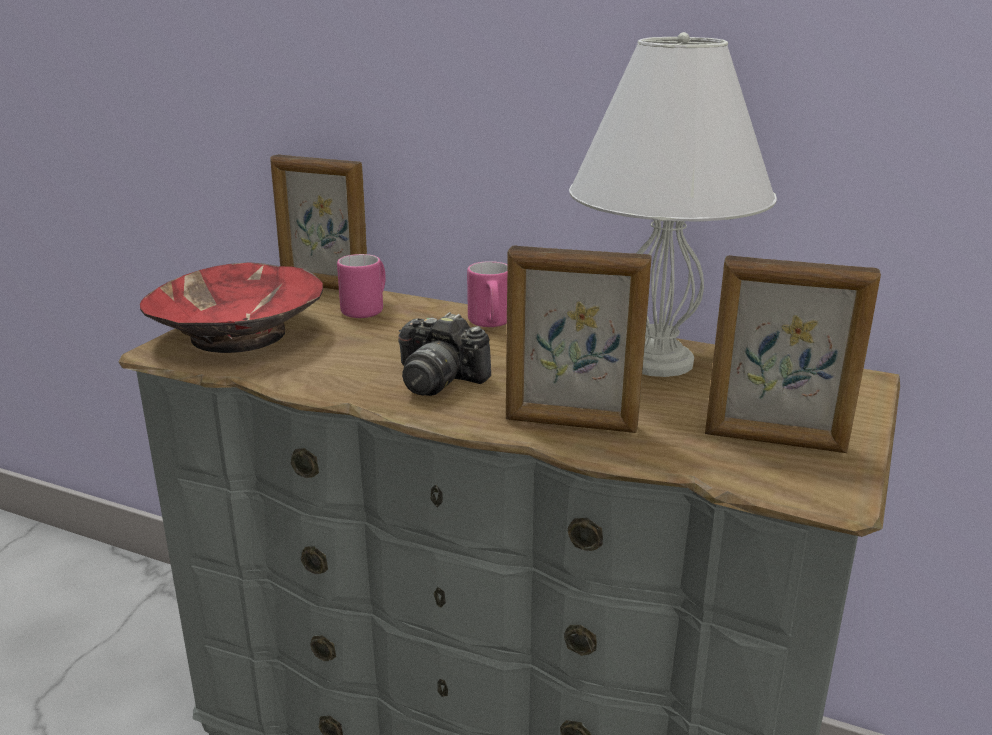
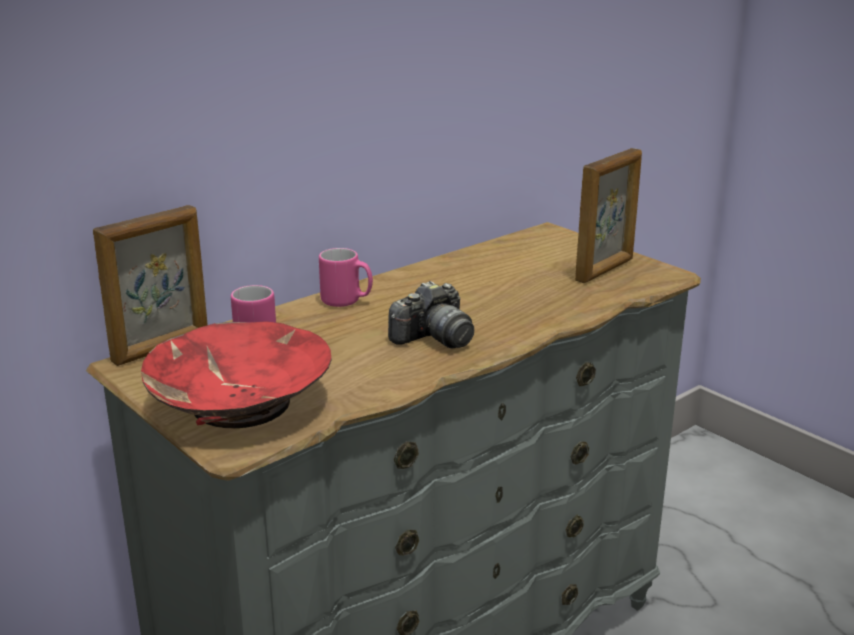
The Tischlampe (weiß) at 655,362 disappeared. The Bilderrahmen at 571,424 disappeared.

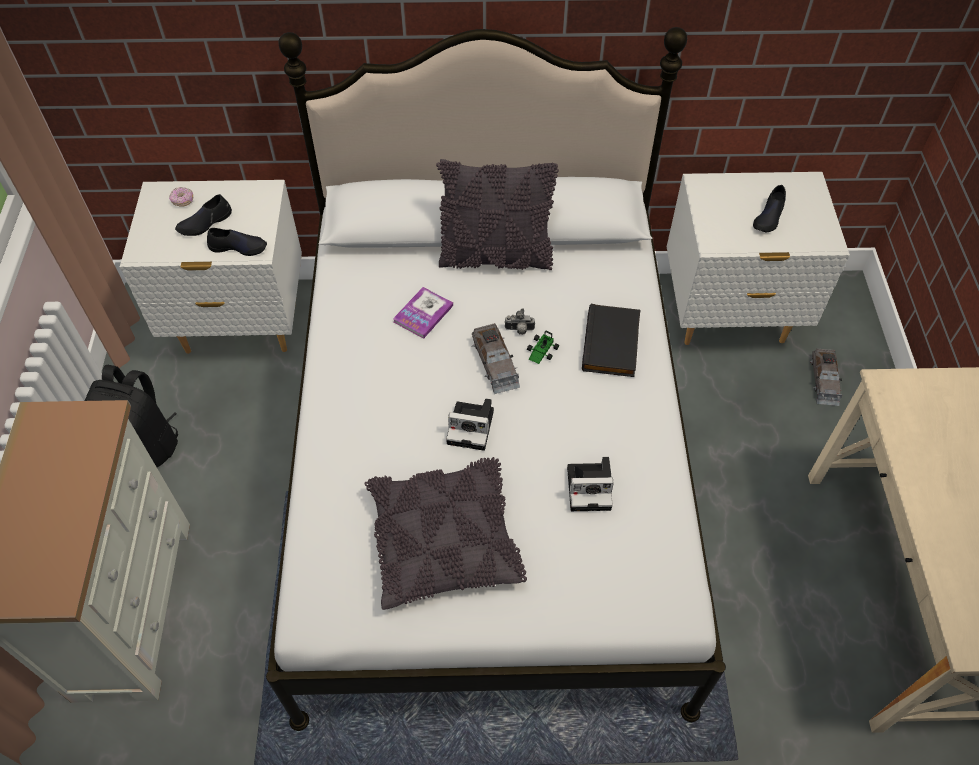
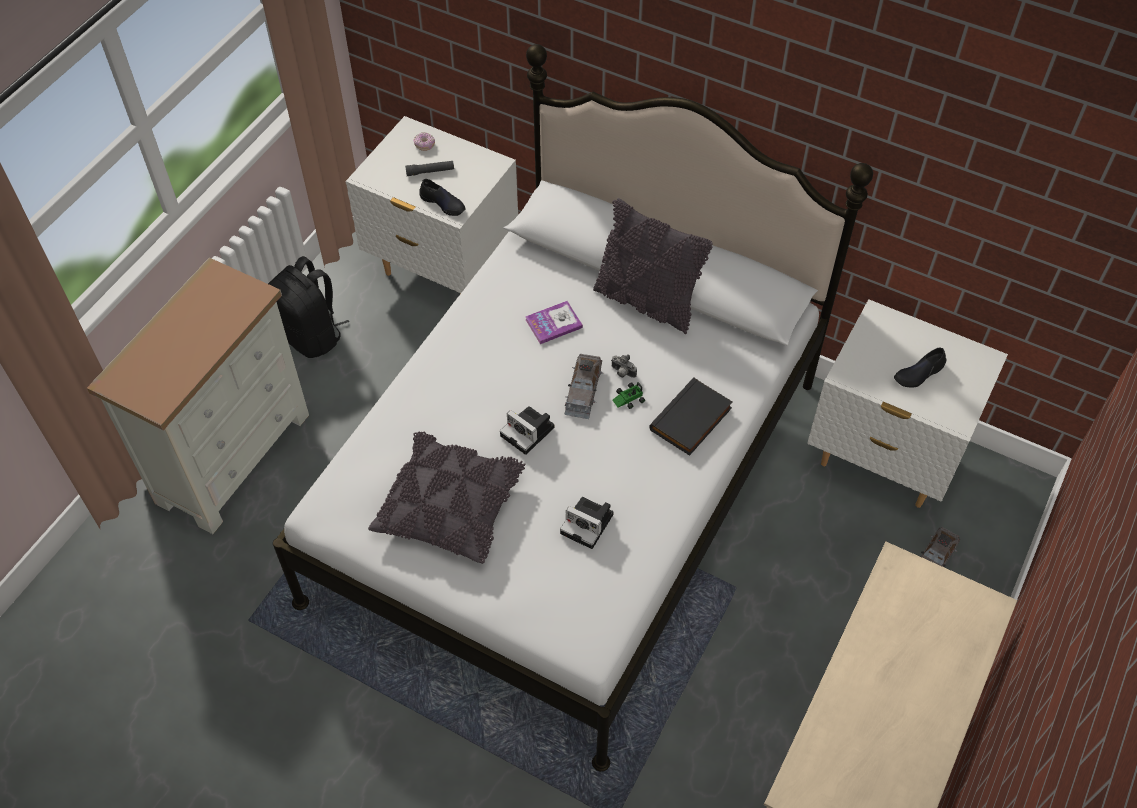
The Schuh (schwarz) at 205,223 was replaced by the Taschenlampe (schwarz) at 430,171.

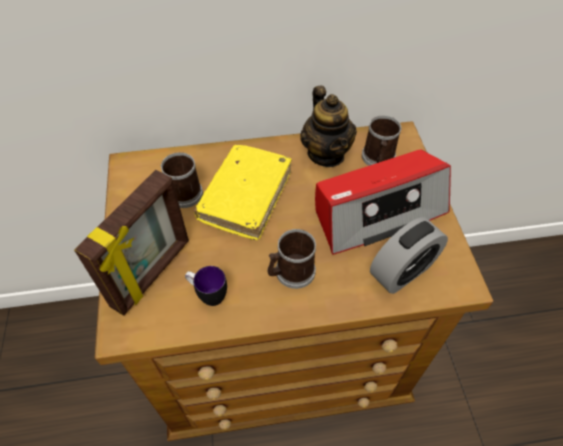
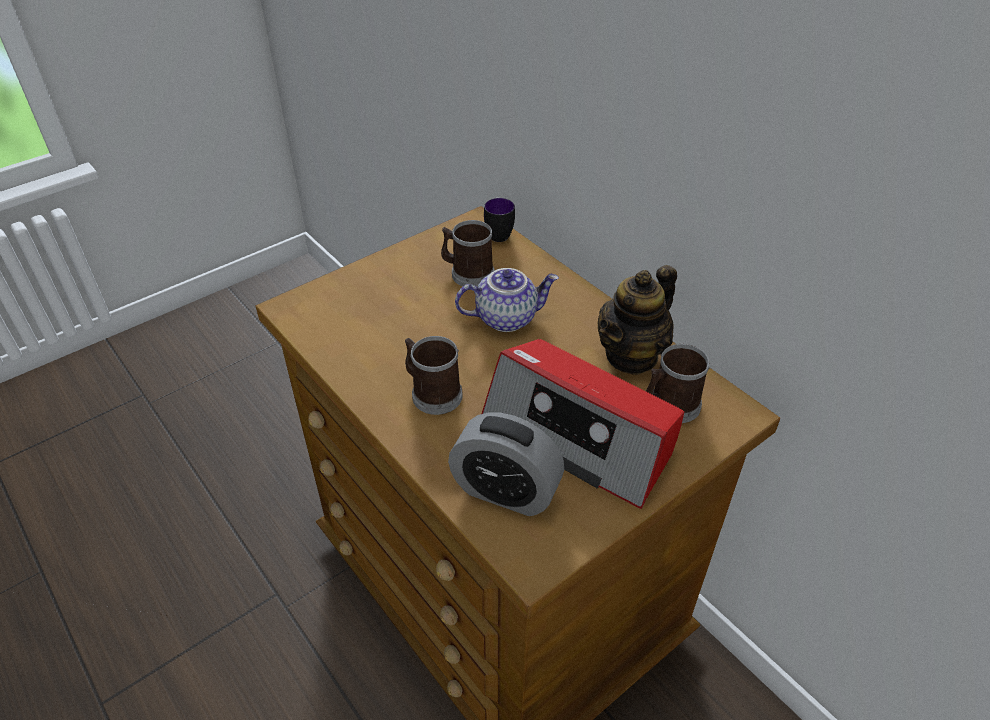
The Buch (gelb) at 246,197 was replaced by the Teekanne at 506,317. The Bilderrahmen at 152,274 disappeared. The Henkelbecher moved from 208,295 to 498,233.

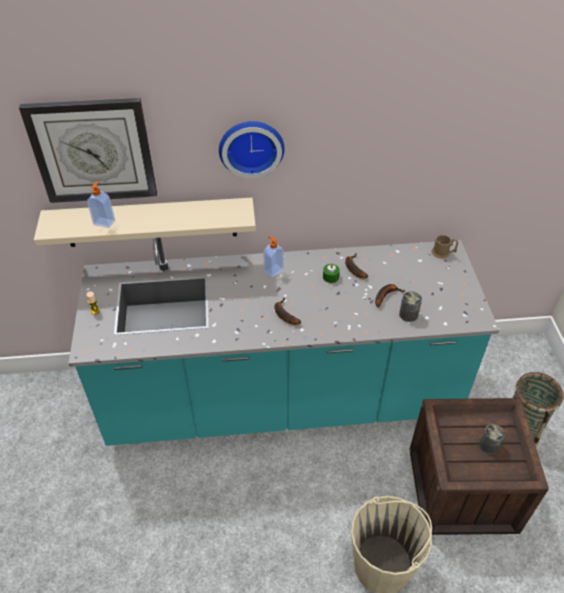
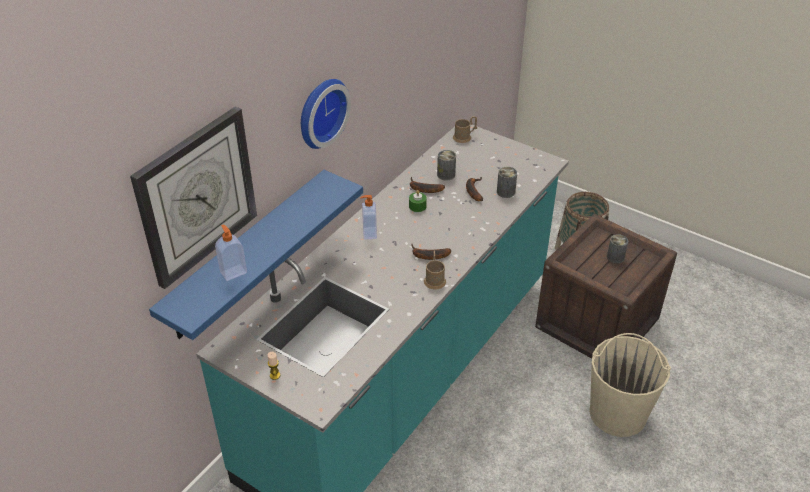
The Wandregal (beige) at 151,222 became the Wandregal (blau) at 247,255. The Dose at 446,174 appeared. The Henkelbecher (braun) at 434,279 appeared.

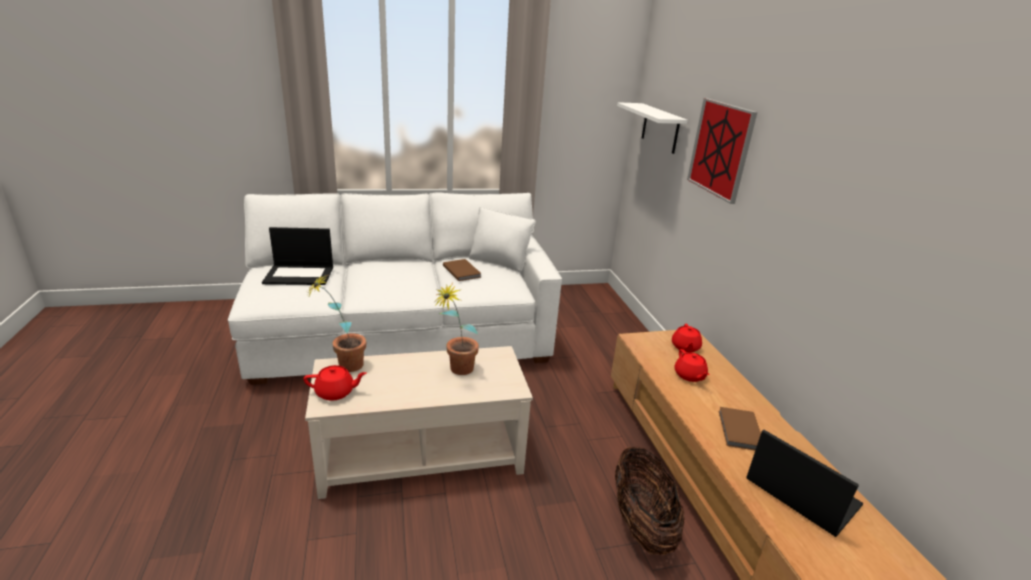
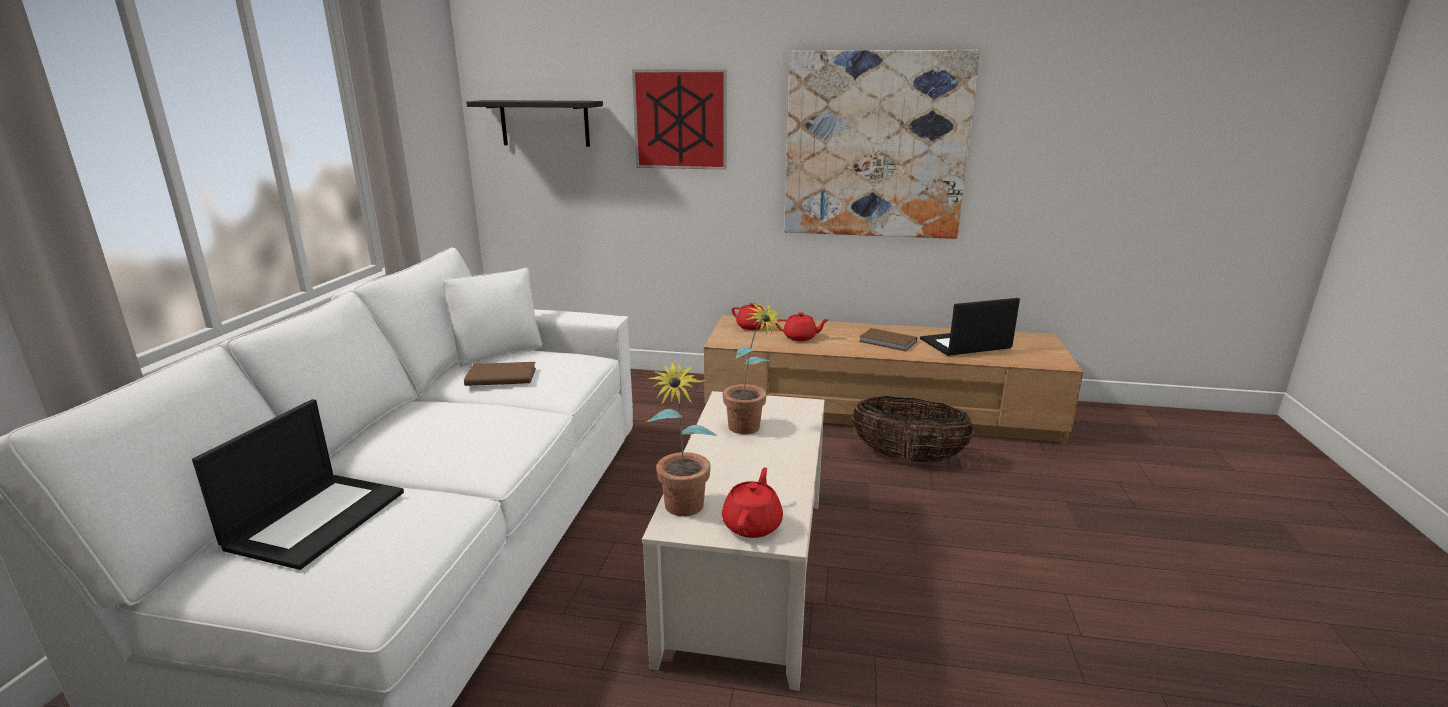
The Wandregal (weiß) at 660,128 became the Wandregal (schwarz) at 544,123. The Bild at 875,146 appeared.

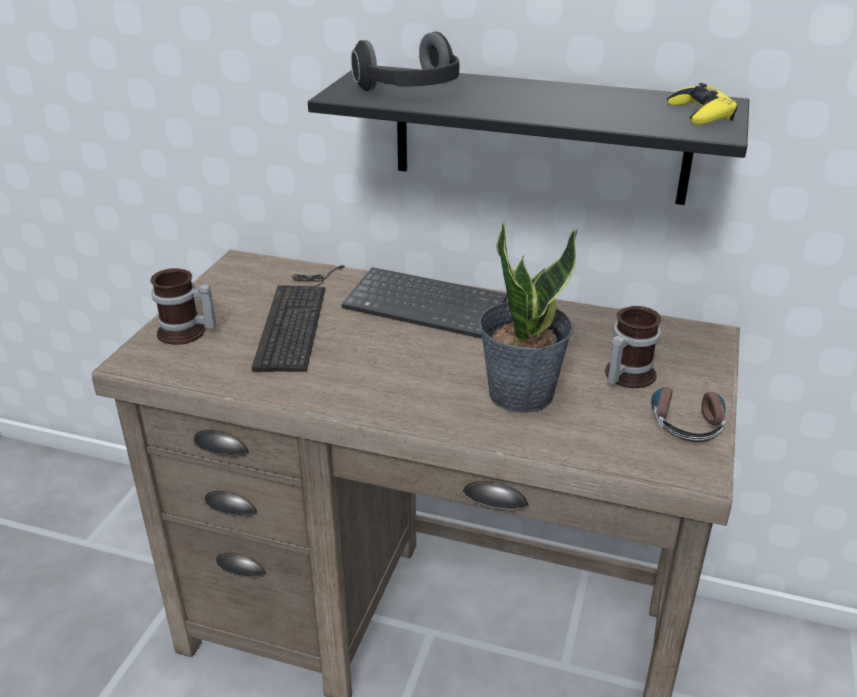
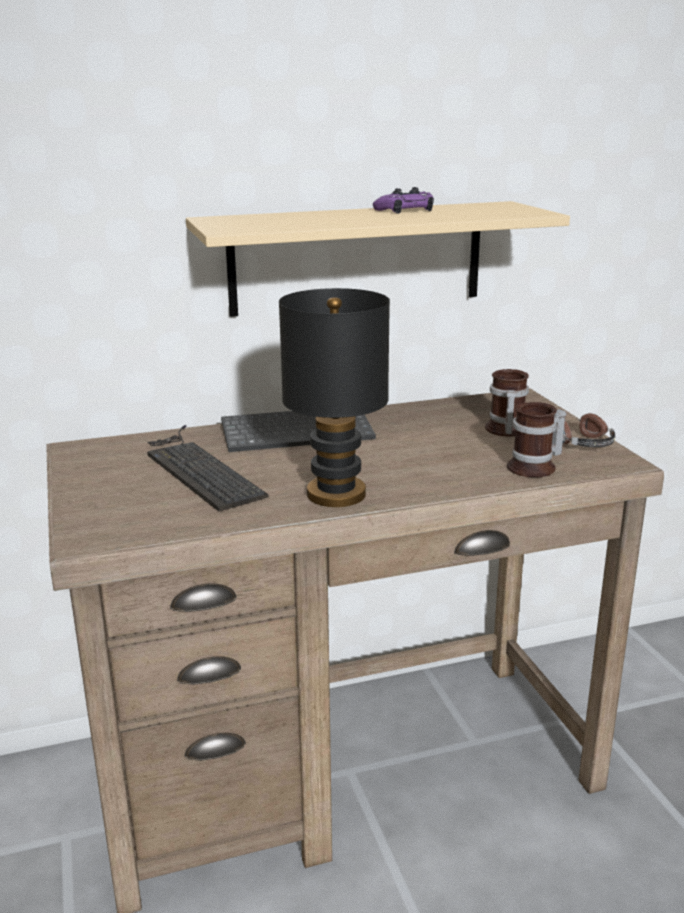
The Kopfhörer at 412,91 disappeared. The Wandregal (schwarz) at 539,134 became the Wandregal (beige) at 357,258. The Gamepad (gelb) at 700,114 disappeared. The Topfpflanze at 520,393 disappeared. The Henkelbecher moved from 185,333 to 536,467. The Gamepad (lila) at 405,210 appeared. The Tischlampe (schwarz) at 334,494 appeared.

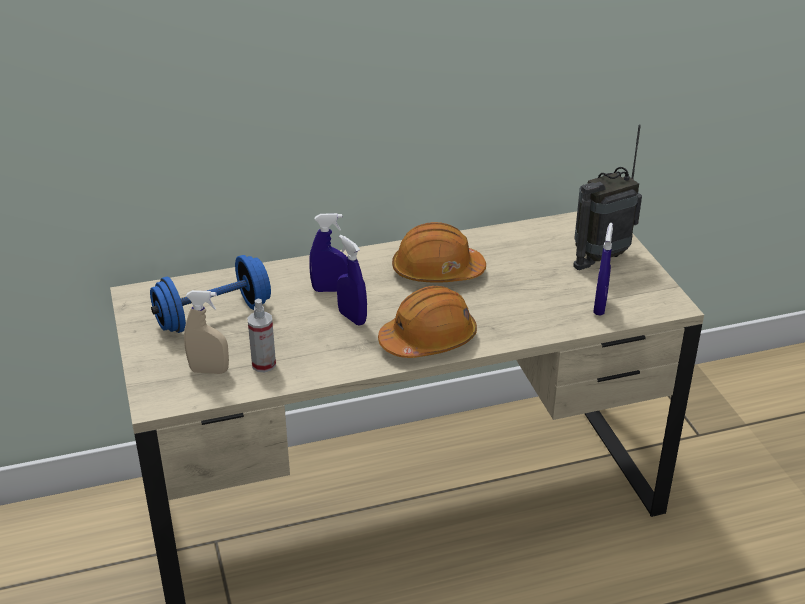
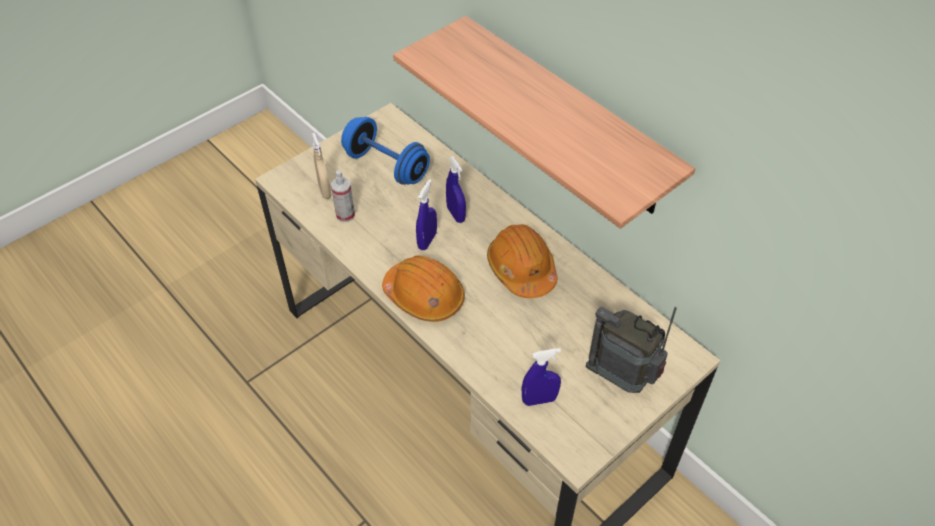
The Wandregal at 567,117 appeared.

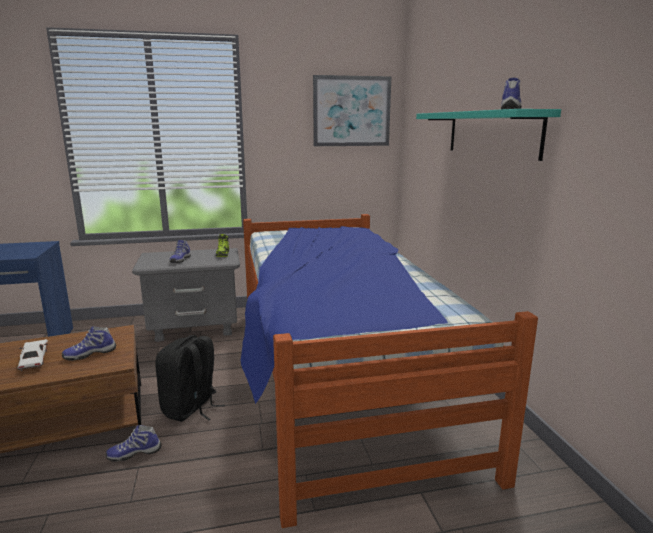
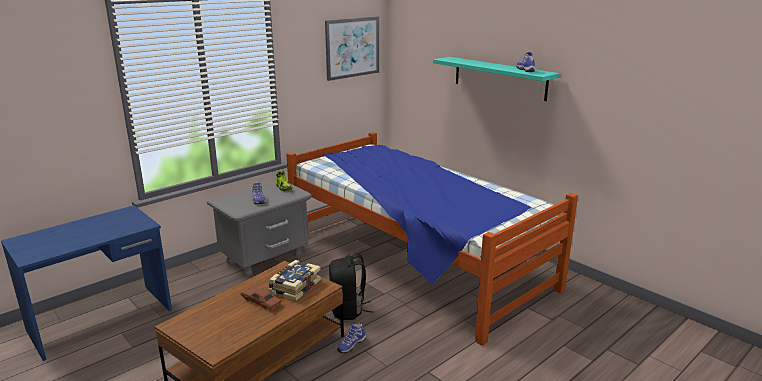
The Schuh at 90,354 was replaced by the Buch at 294,287. The Spielzeugauto (weiß) at 34,360 became the Spielzeugauto (braun) at 261,302.

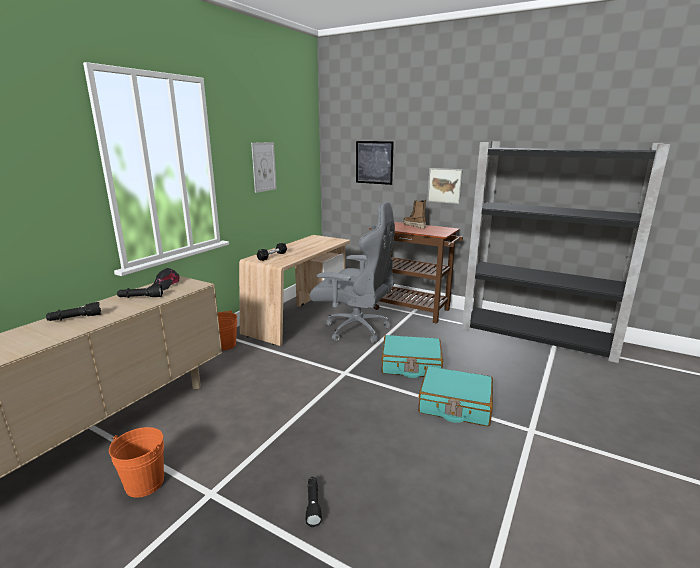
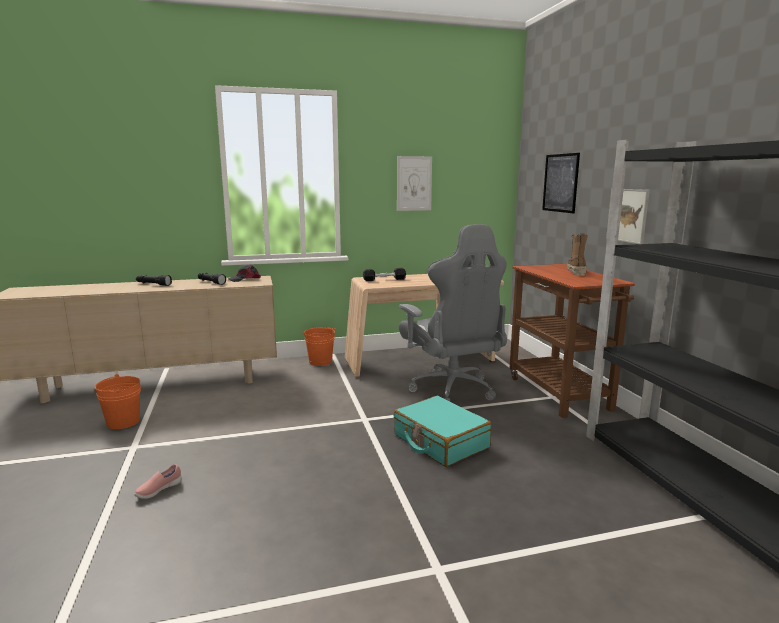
The Koffer (türkis) at 455,405 disappeared. The Taschenlampe (schwarz) at 313,504 was replaced by the Schuh (rosa) at 158,490.

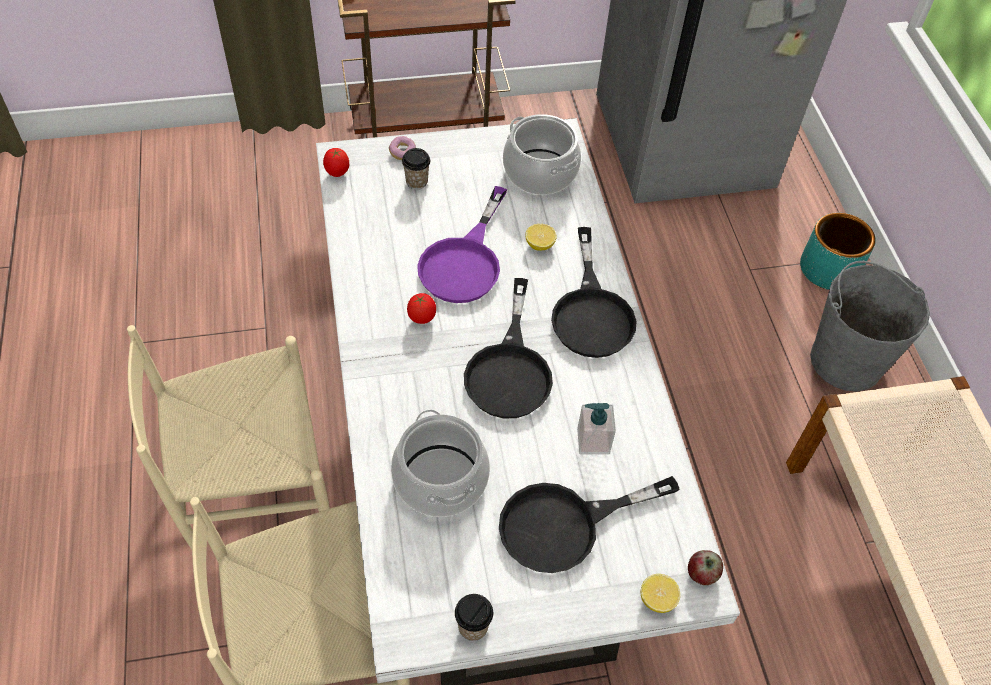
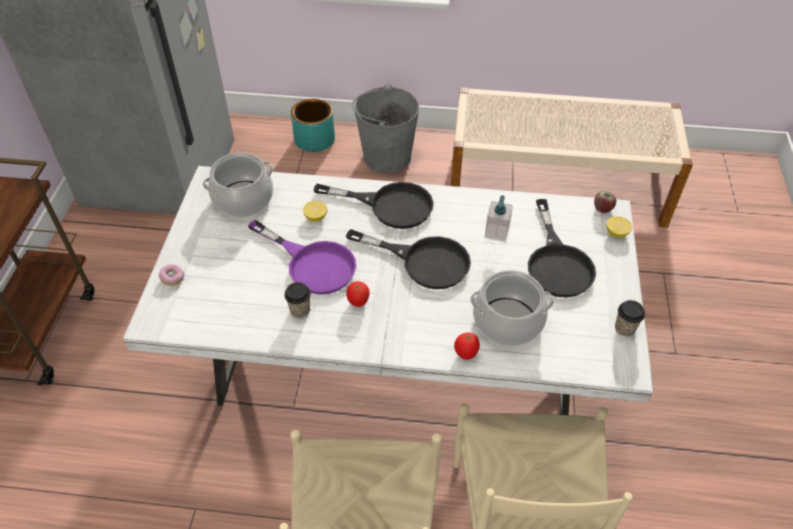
The Tomate moved from 337,173 to 466,354. The Tasse moved from 416,182 to 300,310.

